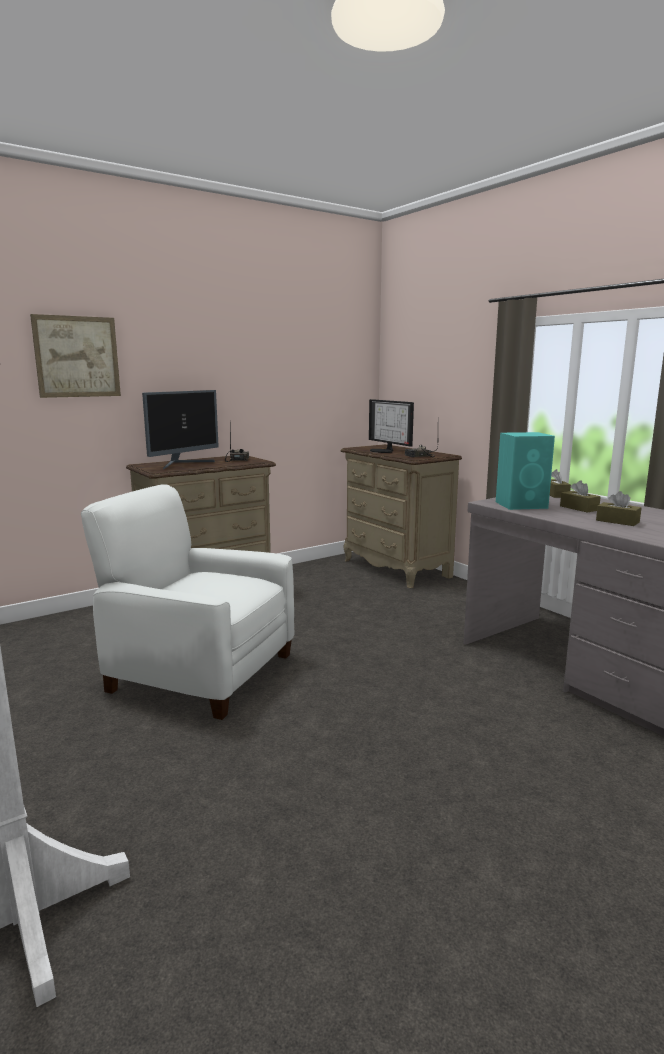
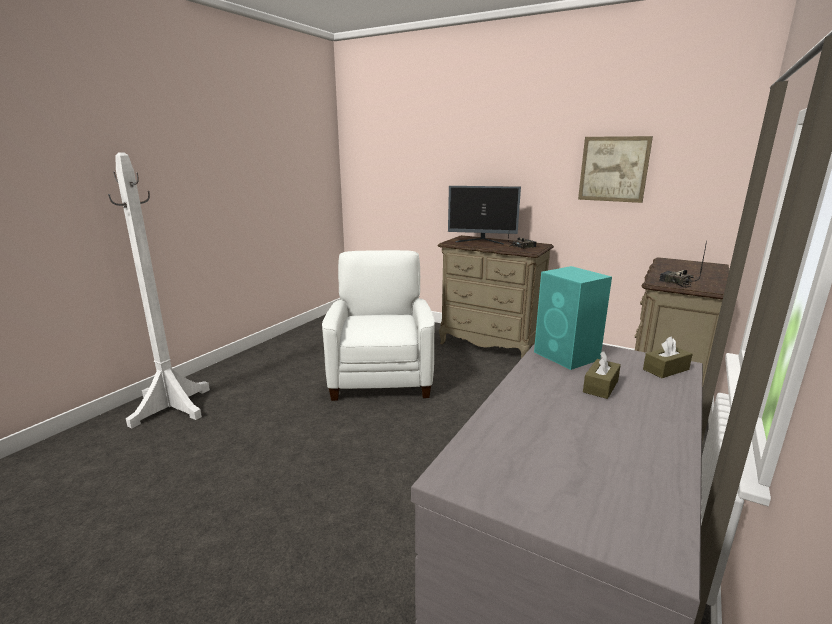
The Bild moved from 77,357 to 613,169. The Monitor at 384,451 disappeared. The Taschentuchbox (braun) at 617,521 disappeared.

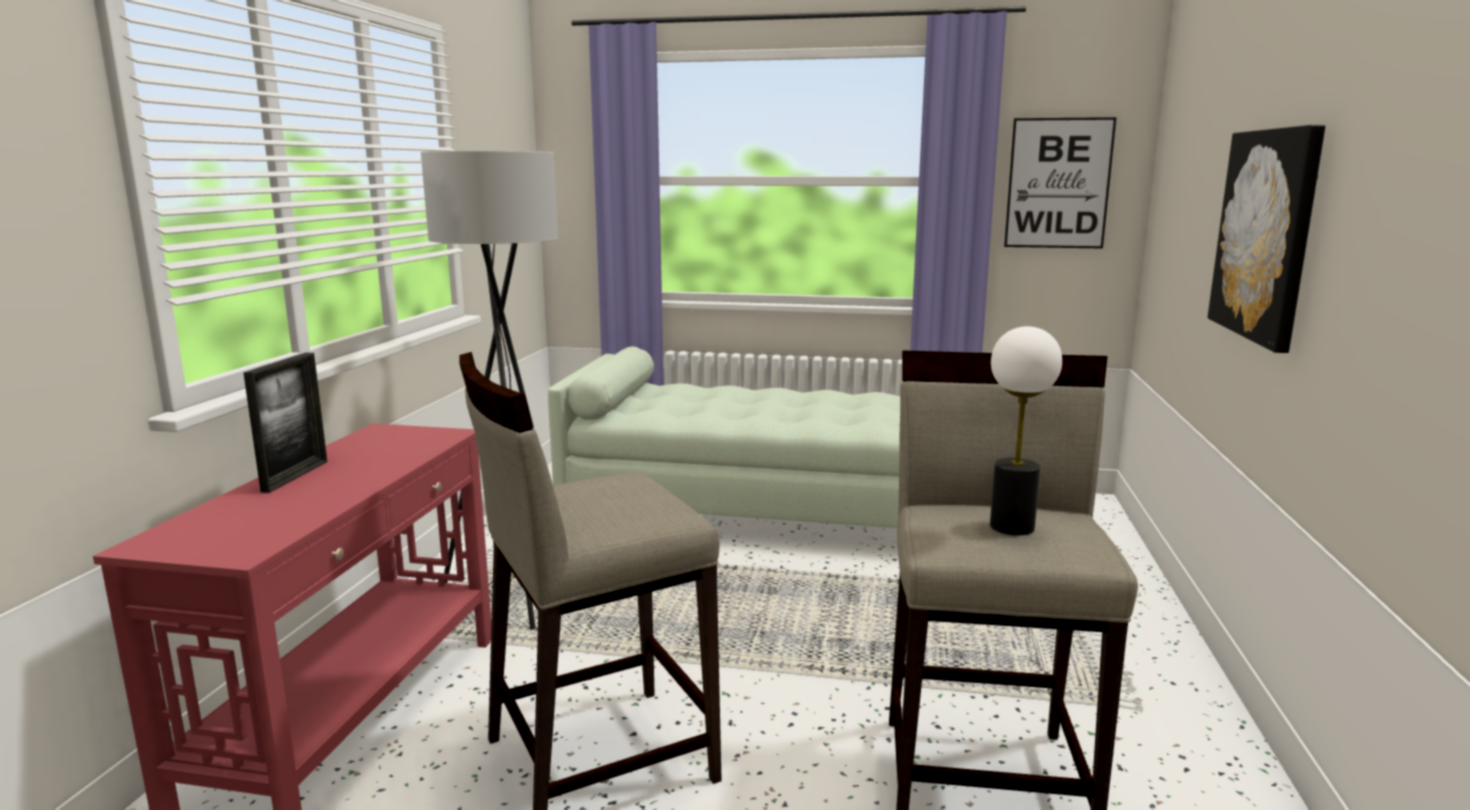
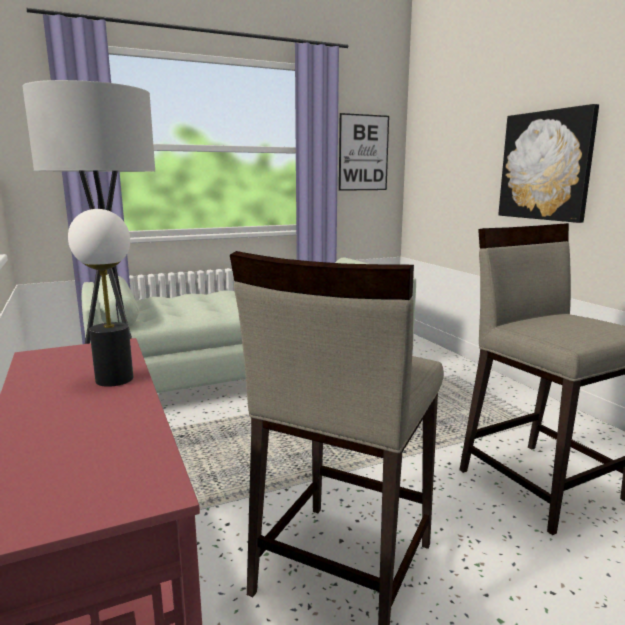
The Tischlampe moved from 1011,527 to 114,379. The Bilderrahmen at 295,476 disappeared.

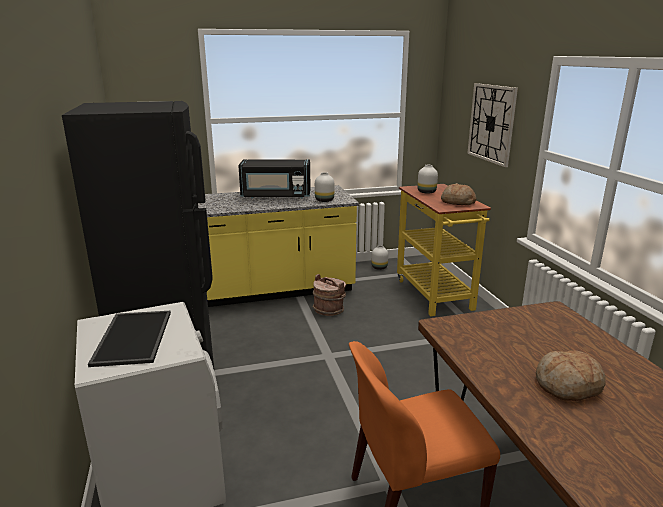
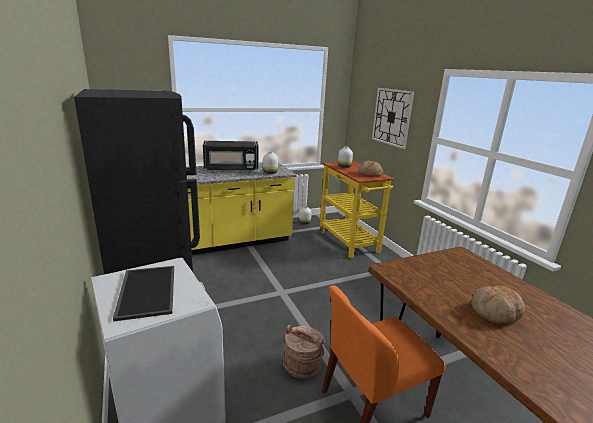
The Eimer (braun) moved from 329,309 to 302,365.

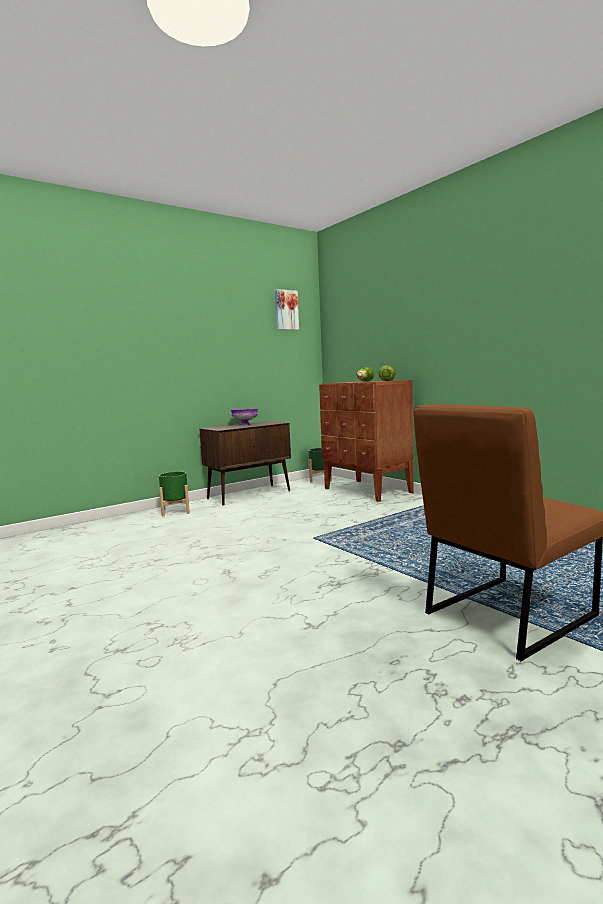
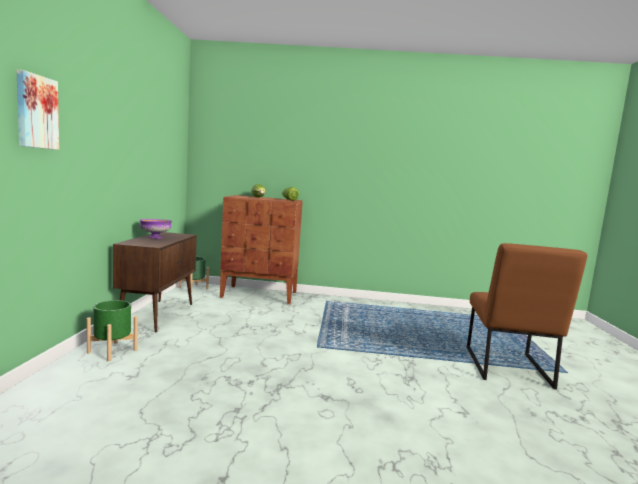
The Bild moved from 286,310 to 35,112.

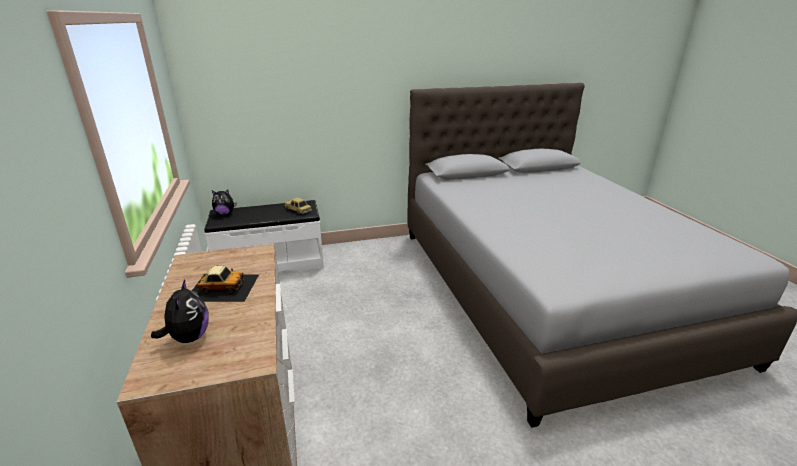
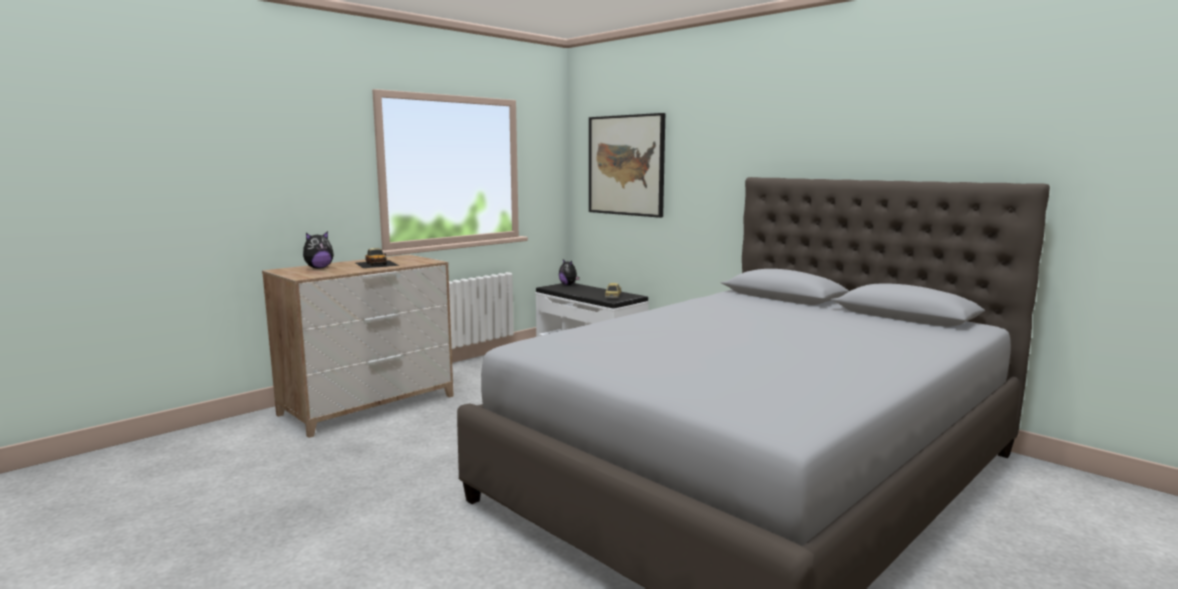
The Bild at 626,165 appeared.

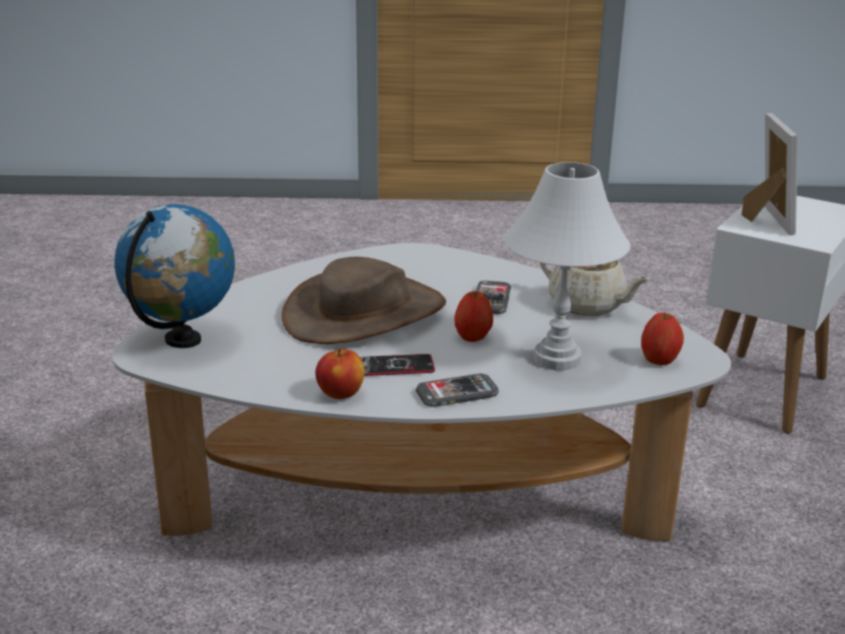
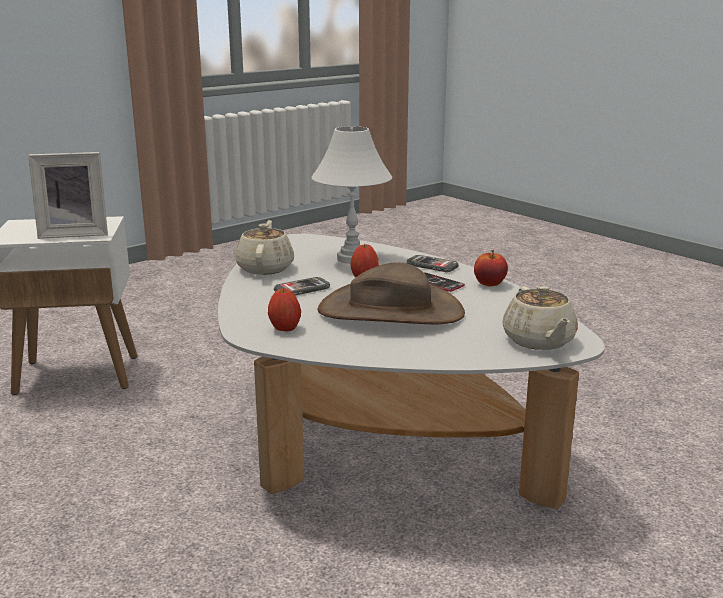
The Bilderrahmen at 764,220 turned 150 degrees counterclockwise. The Globus at 183,340 was replaced by the Teekanne (beige) at 539,341. The Apfel moved from 659,360 to 284,328.

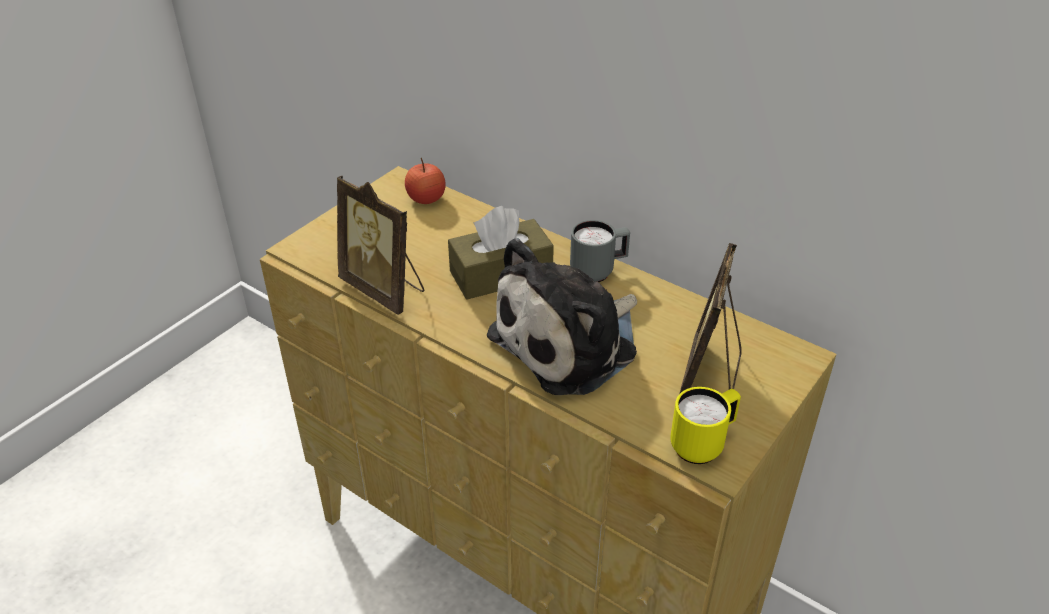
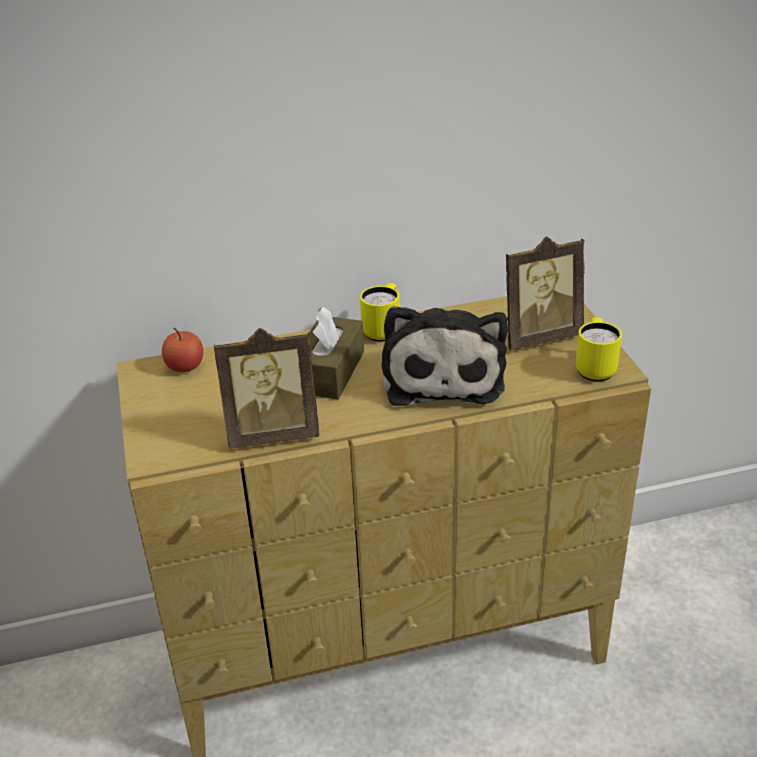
The Henkelbecher (grau) at 598,272 became the Henkelbecher (gelb) at 383,330. The Bilderrahmen at 710,375 turned 75 degrees counterclockwise.

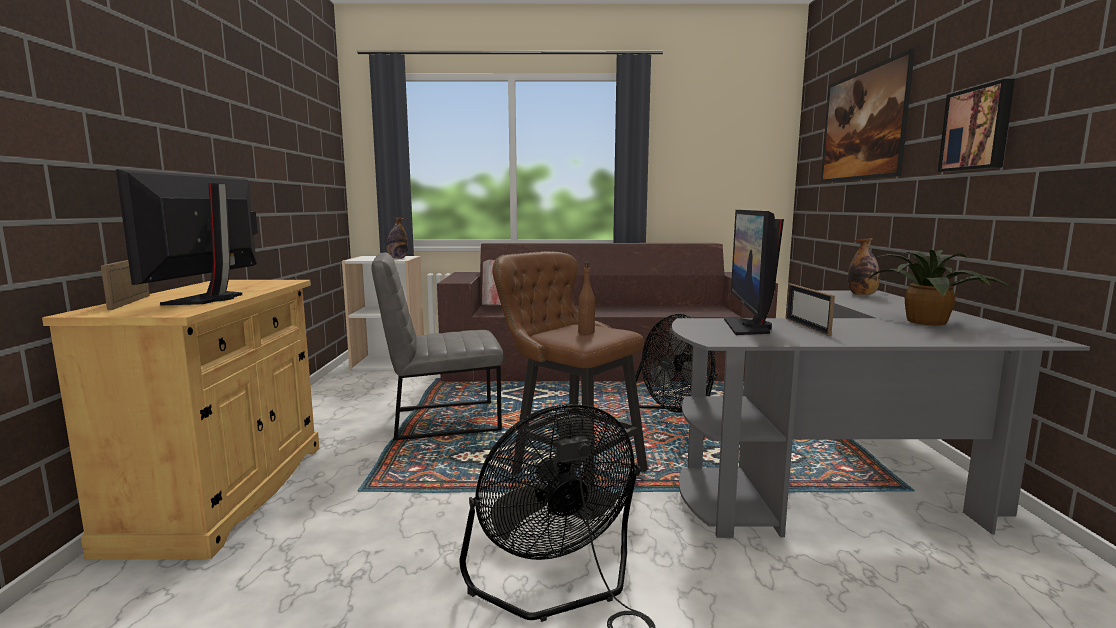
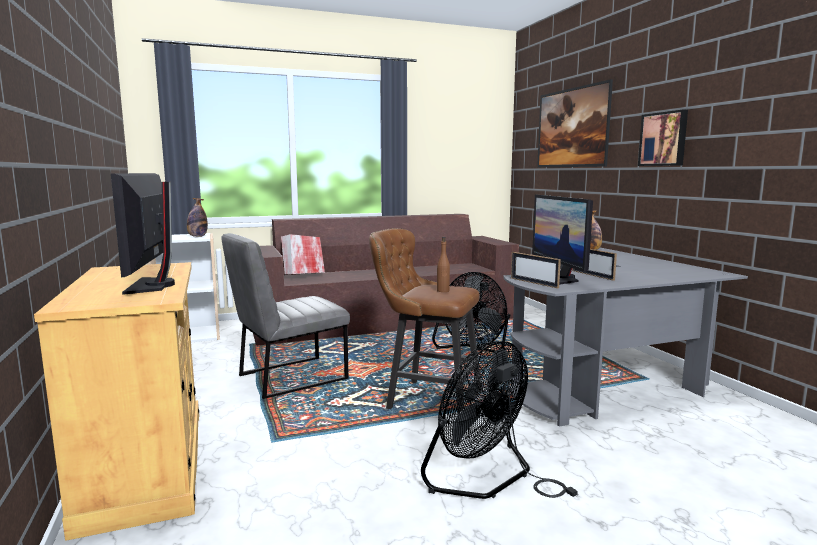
The Topfpflanze at 930,322 disappeared. The Bilderrahmen moved from 130,302 to 533,283.

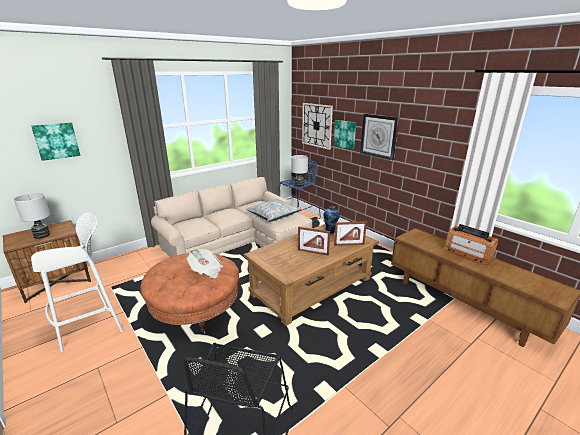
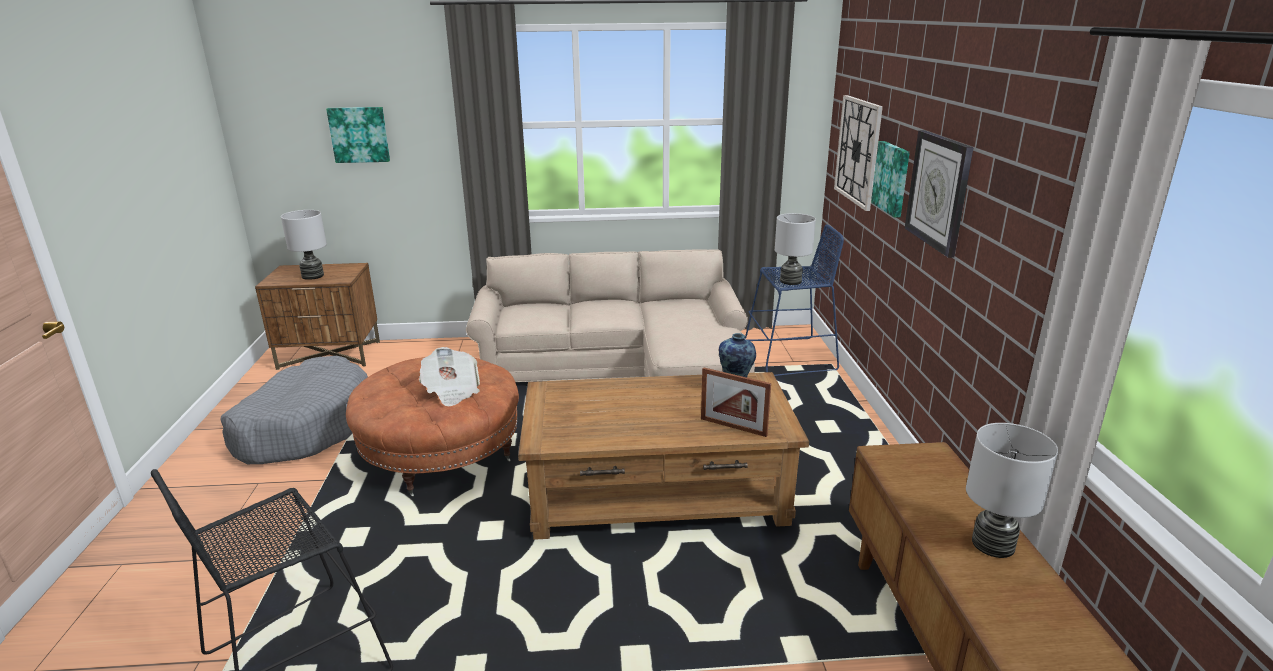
The Kissen at 273,215 disappeared. The Hocker (weiß) at 90,326 was replaced by the Hundebett (grau) at 304,426. The Radio at 467,254 was replaced by the Tischlampe (grau) at 993,545. The Bilderrahmen at 313,252 disappeared.

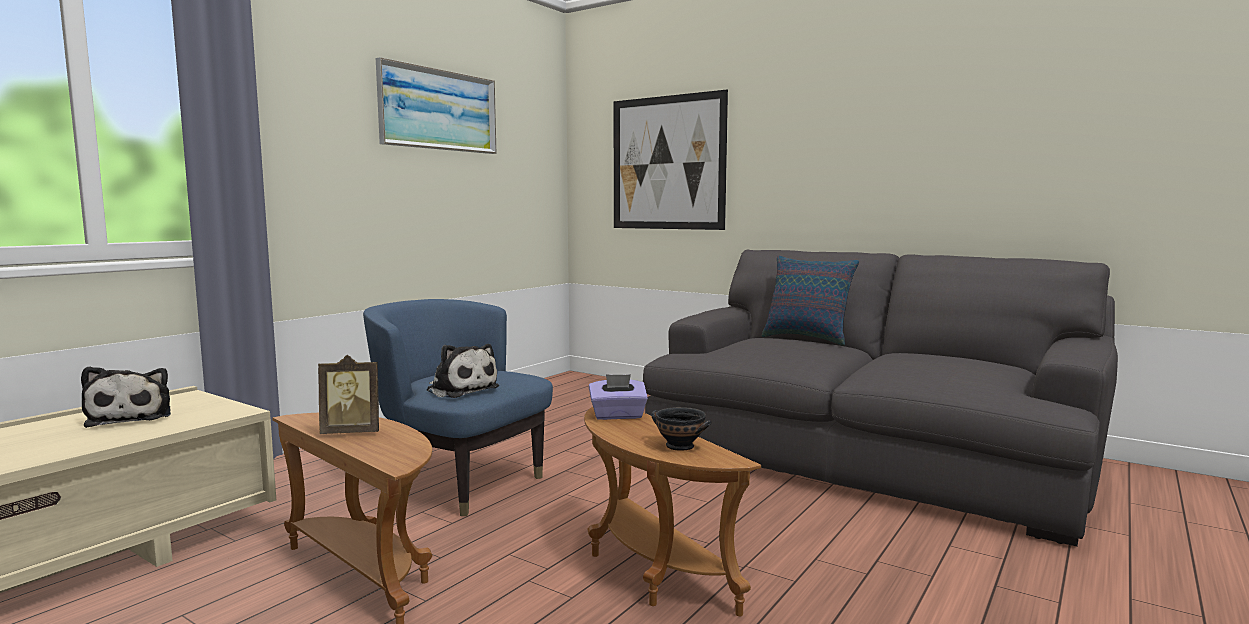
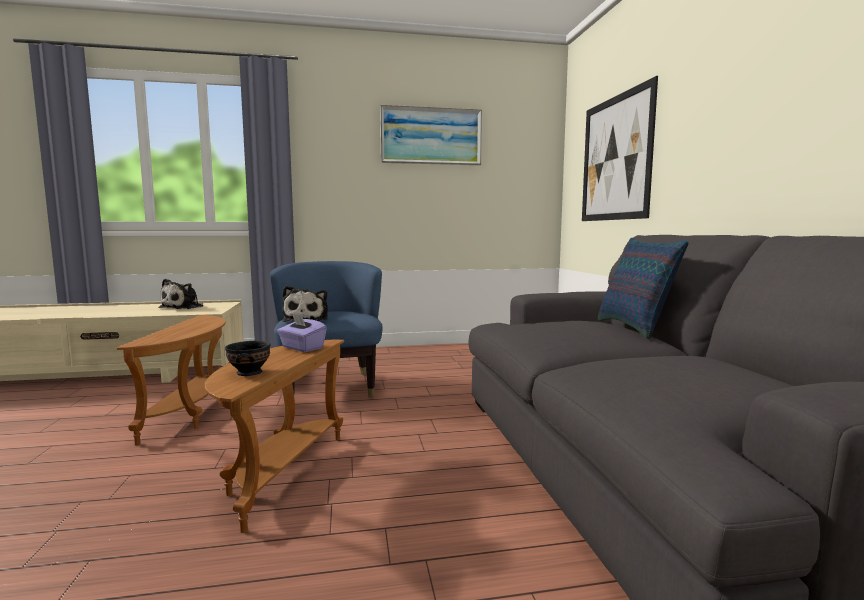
The Bilderrahmen at 352,432 disappeared.

